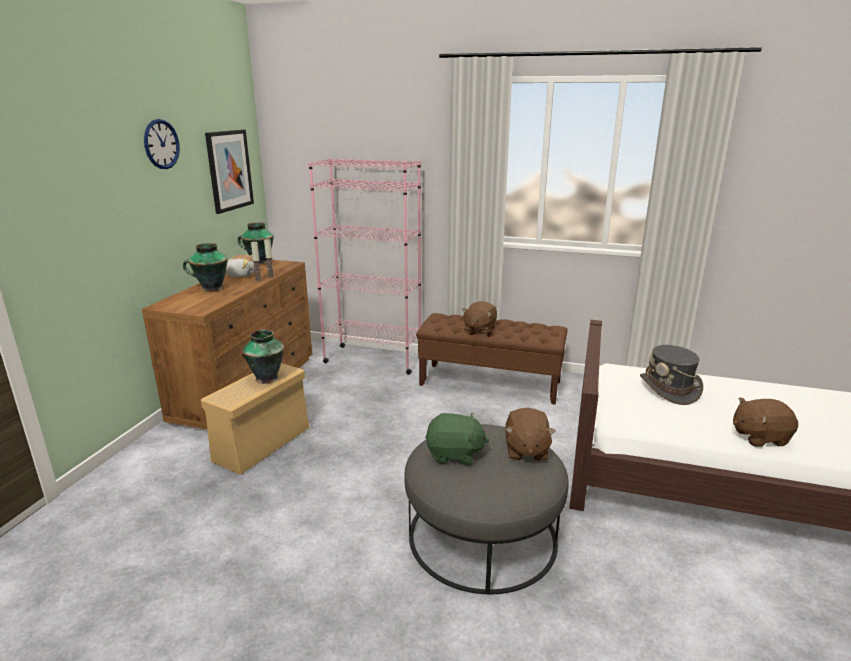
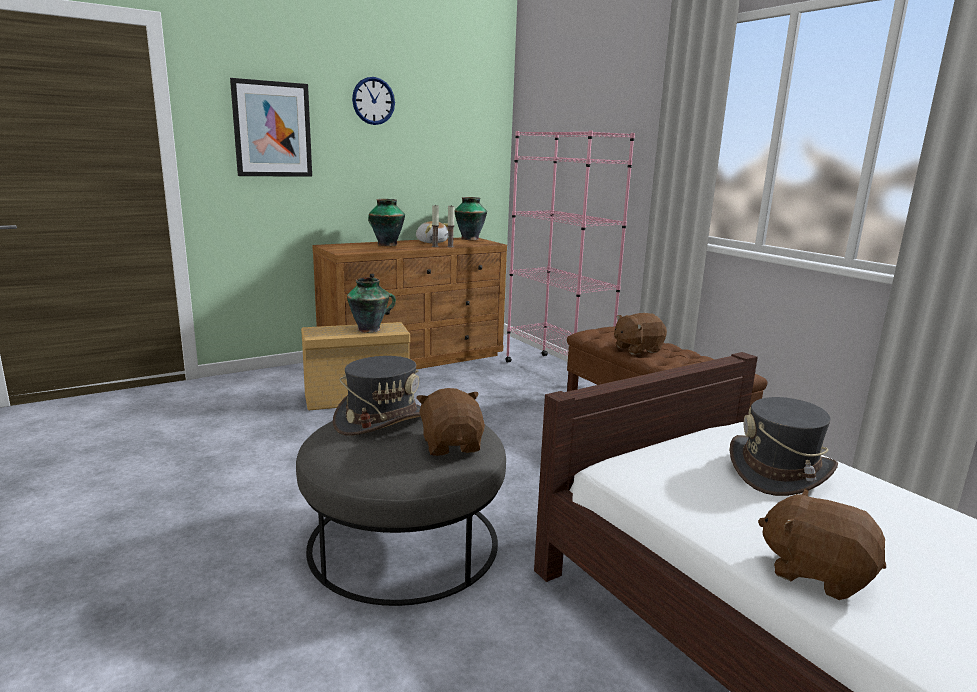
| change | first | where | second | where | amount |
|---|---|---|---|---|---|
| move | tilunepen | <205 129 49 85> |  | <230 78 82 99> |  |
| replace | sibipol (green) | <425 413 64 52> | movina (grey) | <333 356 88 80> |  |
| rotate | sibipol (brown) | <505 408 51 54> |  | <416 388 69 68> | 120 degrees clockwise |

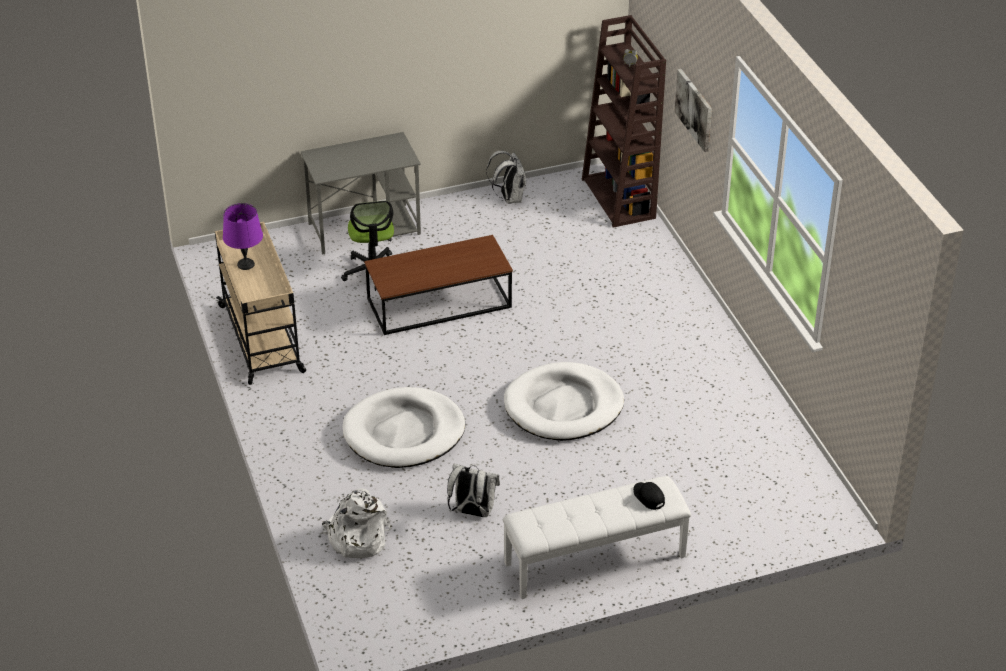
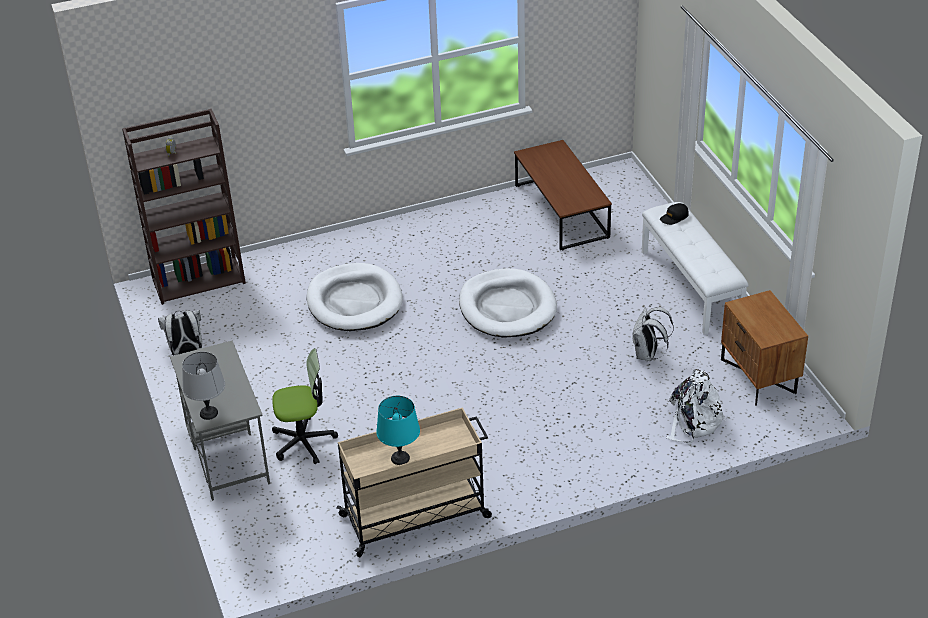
| change | first | where | second | where | amount |
|---|---|---|---|---|---|
| recolor | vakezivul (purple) | <223 203 40 67> | vakezivul (turquoise) | <376 396 44 69> |  |
| move | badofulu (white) | <343 387 122 81> |  | <307 263 96 68> |  |
| move | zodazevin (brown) | <364 235 149 100> |  | <514 140 98 110> |  |
| delete | tilunepen | <674 69 38 83> |  |  |  |
| insert |  |  | vakezivul (grey) | <182 352 43 68> |  |
| insert |  |  | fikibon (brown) | <721 290 87 116> |  |

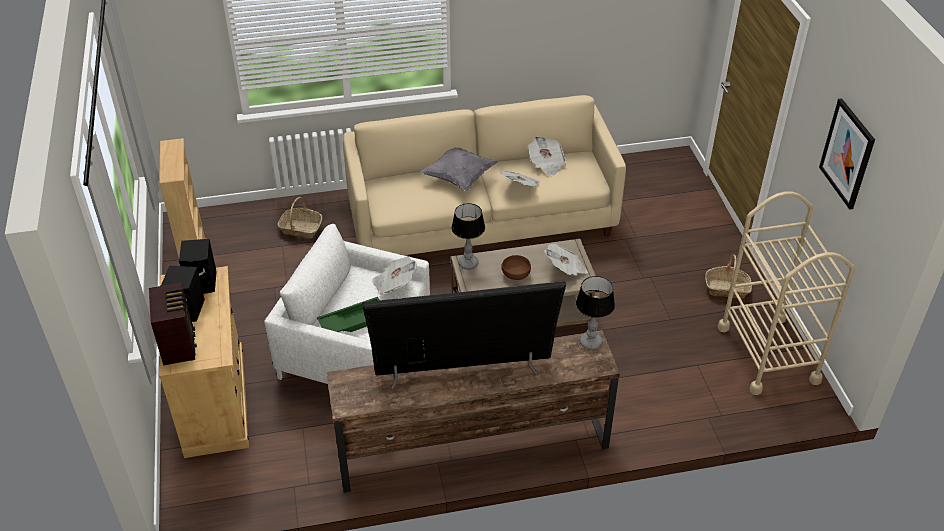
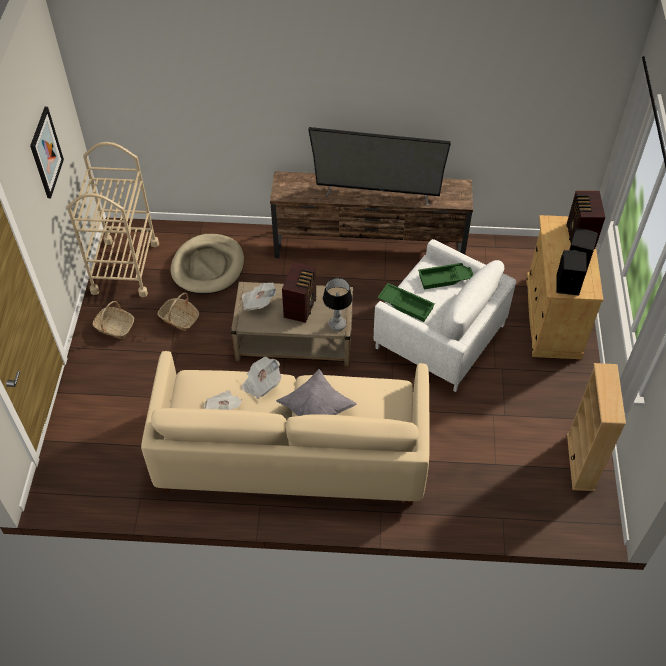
| change | first | where | second | where | amount |
|---|---|---|---|---|---|
| move | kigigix | <277 197 45 41> |  | <157 293 42 38> |  |
| replace | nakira | <372 256 45 39> | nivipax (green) | <377 283 58 39> |  |
| replace | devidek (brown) | <501 255 30 25> | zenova | <282 262 34 61> |  |
| delete | vakezivul | <576 276 39 74> |  |  |  |
| insert |  |  | badofulu (beige) | <171 234 73 60> |  |

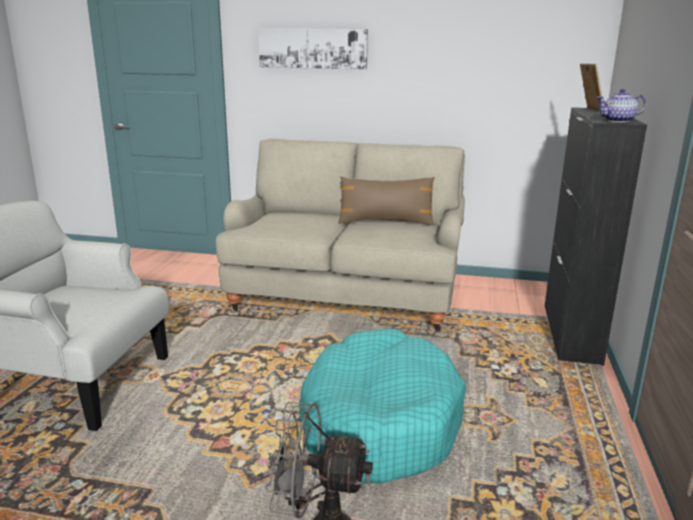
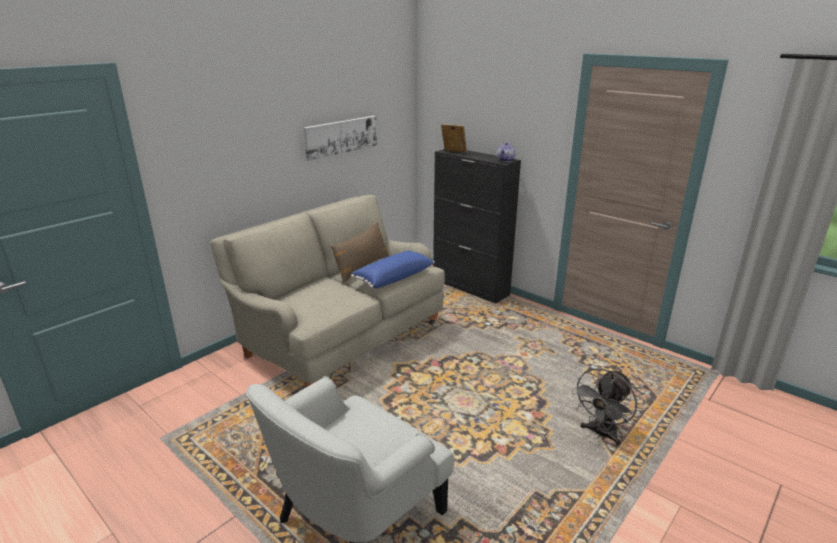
| change | first | where | second | where | amount |
|---|---|---|---|---|---|
| move | tilunepen | <258 29 110 40> |  | <303 116 74 45> |  |
| delete | badofulu (turquoise) | <299 328 167 156> |  |  |  |
| insert |  |  | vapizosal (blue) | <351 250 84 38> |  |

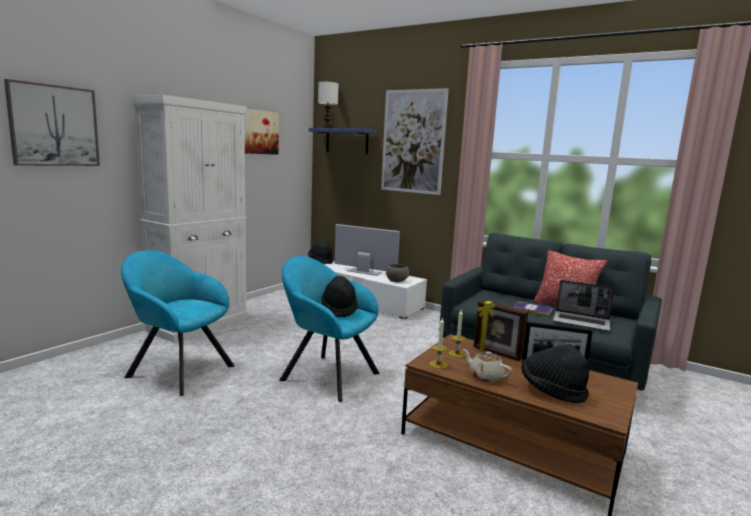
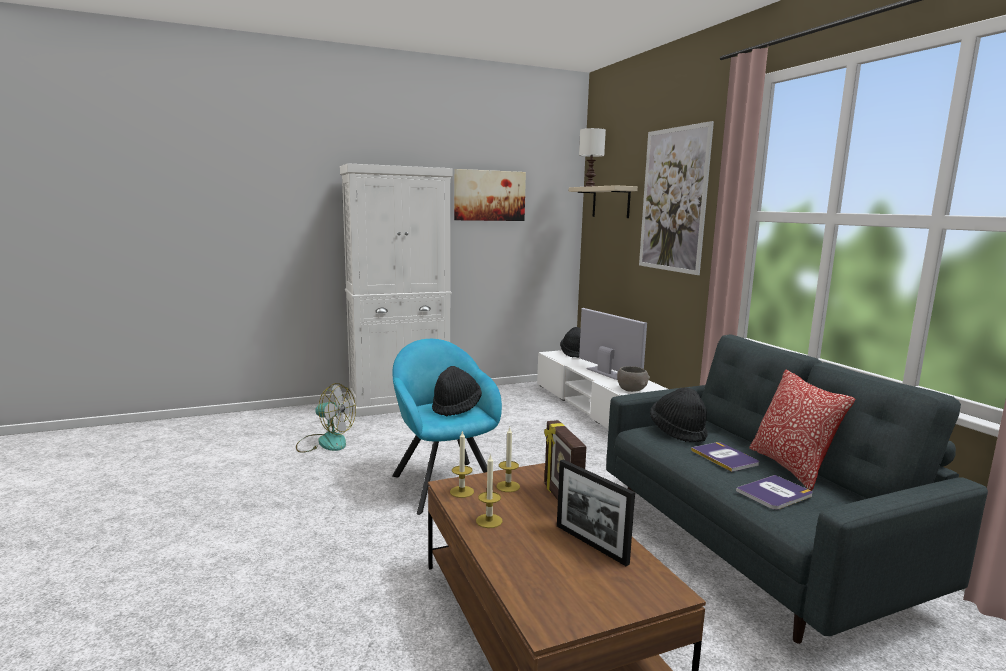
| change | first | where | second | where | amount |
|---|---|---|---|---|---|
| delete | tilunepen | <4 79 96 87> |  |  |  |
| replace | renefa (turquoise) | <121 250 114 146> | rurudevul | <296 383 60 70> |  |
| recolor | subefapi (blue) | <309 128 67 26> | subefapi (beige) | <569 185 69 33> |  |
| replace | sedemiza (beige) | <463 349 49 33> | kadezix | <476 454 27 74> |  |
| move | movina (black) | <521 345 68 58> |  | <650 387 58 55> |  |
| replace | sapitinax | <553 280 62 51> | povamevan | <736 475 77 35> |  |

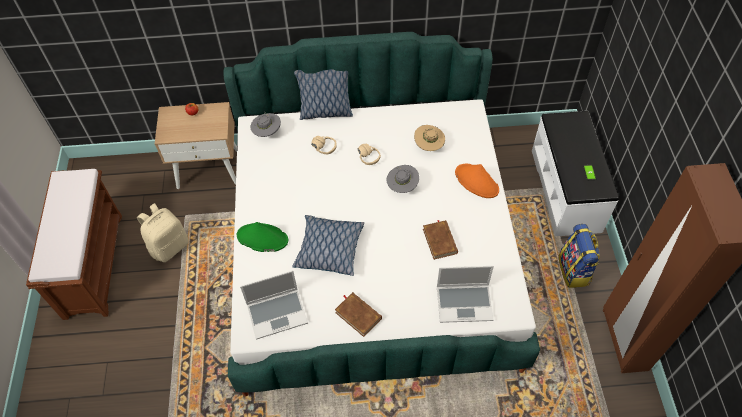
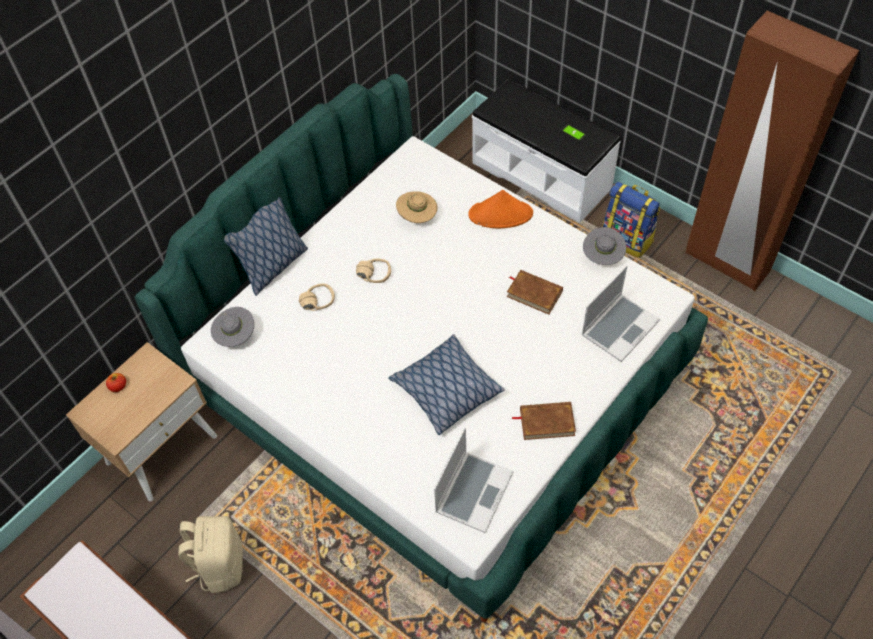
| change | first | where | second | where | amount |
|---|---|---|---|---|---|
| delete | movina (green) | <237 222 51 30> |  |  |  |
| move | movina (grey) | <387 165 32 28> |  | <583 227 43 38> |  |

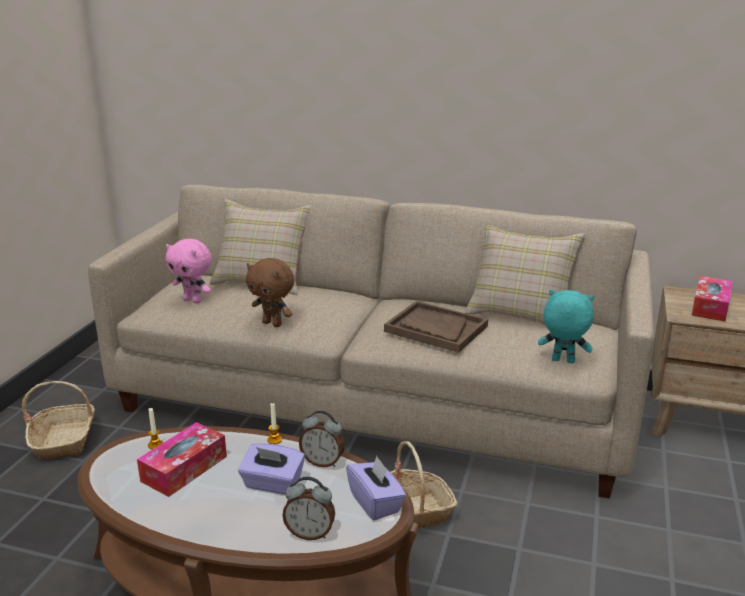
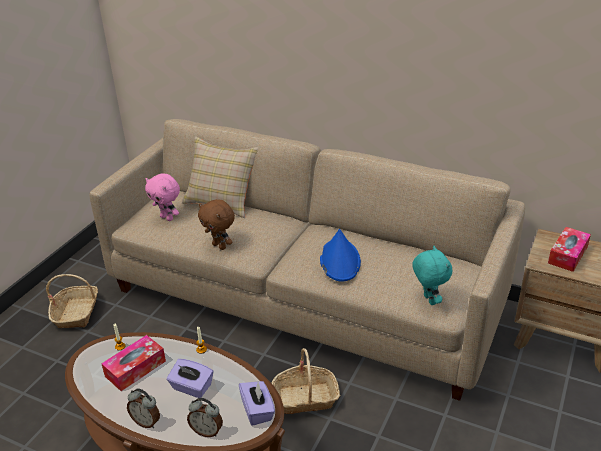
| change | first | where | second | where | amount |
|---|---|---|---|---|---|
| move | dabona | <299 410 46 57> |  | <127 388 33 40> |  |
| replace | nivipax (brown) | <384 301 104 52> | movina (blue) | <320 229 41 53> |  |
| delete | vapizosal (beige) | <465 225 120 101> |  |  |  |
| rotate | sibipol (turquoise) | <538 290 56 74> |  | <412 246 40 59> | 45 degrees clockwise |

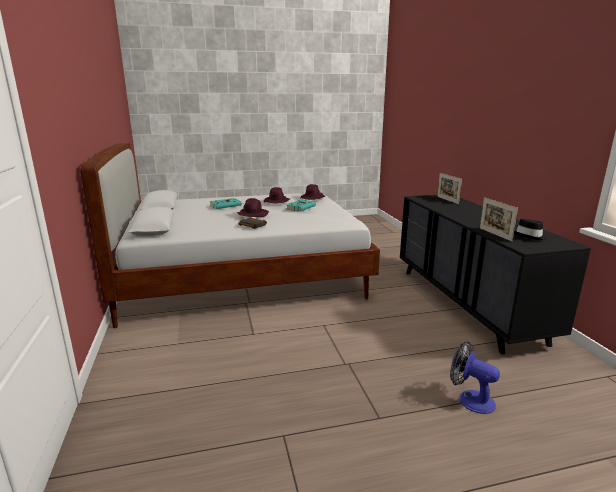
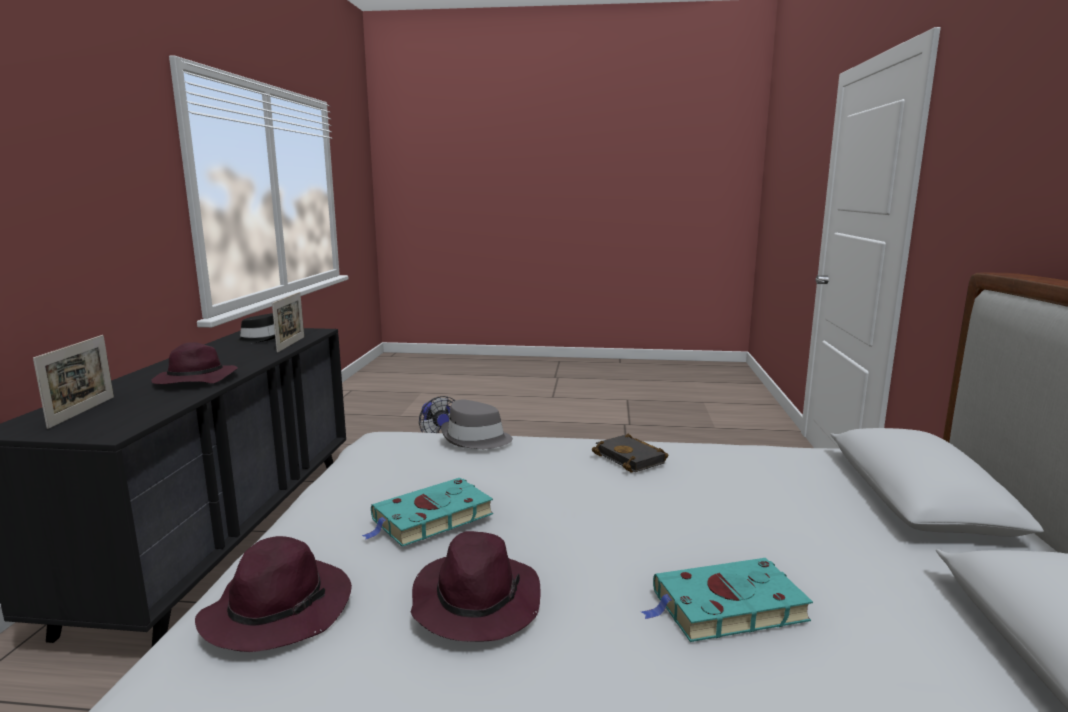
| change | first | where | second | where | amount |
|---|---|---|---|---|---|
| move | movina (purple) | <236 198 33 19> |  | <151 342 87 42> |  |
| insert |  |  | movina (grey) | <441 400 72 49> |  |

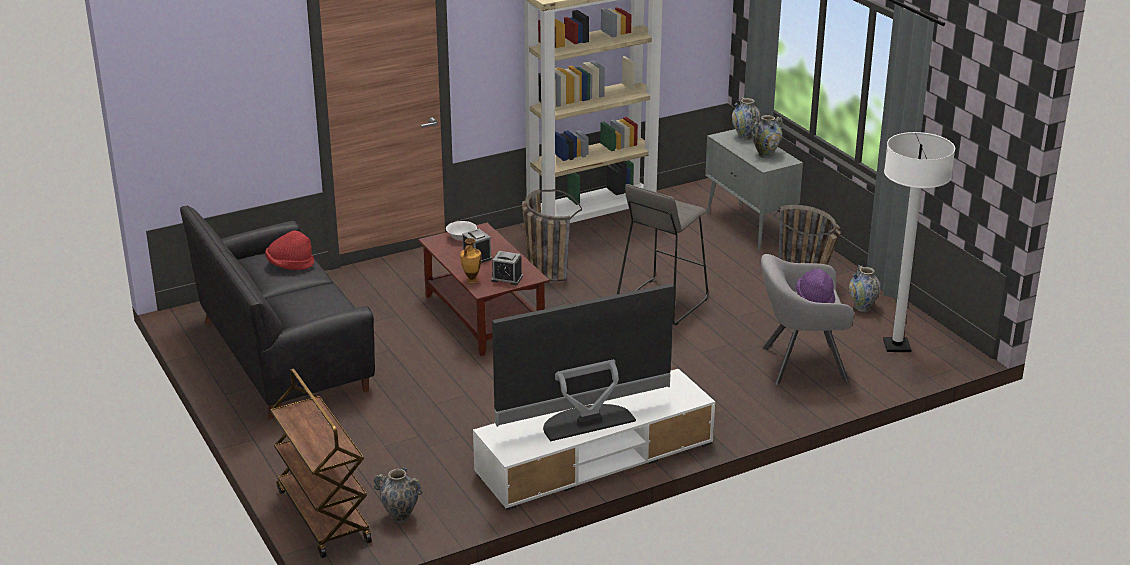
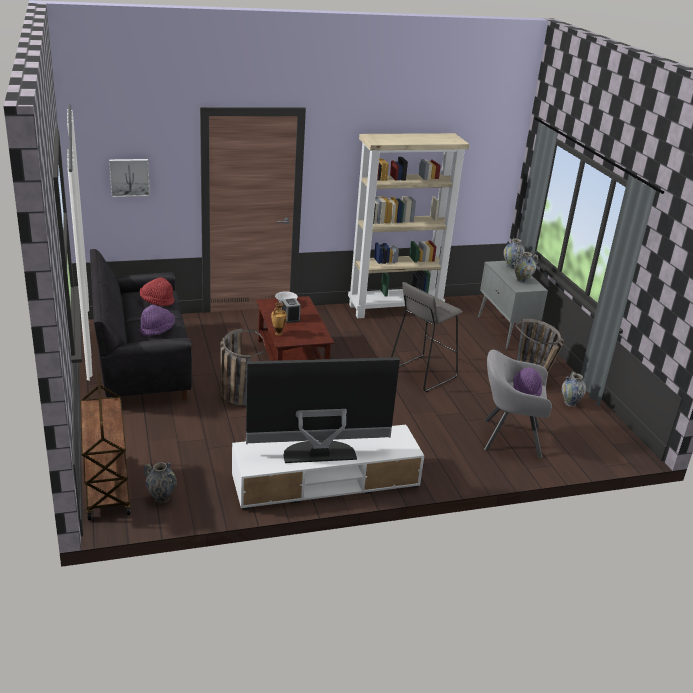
| change | first | where | second | where | amount |
|---|---|---|---|---|---|
| delete | dabona | <491 251 32 34> |  |  |  |
| move | kigigix | <522 189 60 92> |  | <220 329 45 77> |  |
| delete | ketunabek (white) | <883 132 72 220> |  |  |  |
| insert |  |  | tilunepen | <109 159 41 38> |  |
| insert |  |  | movina (purple) | <140 305 35 31> |  |

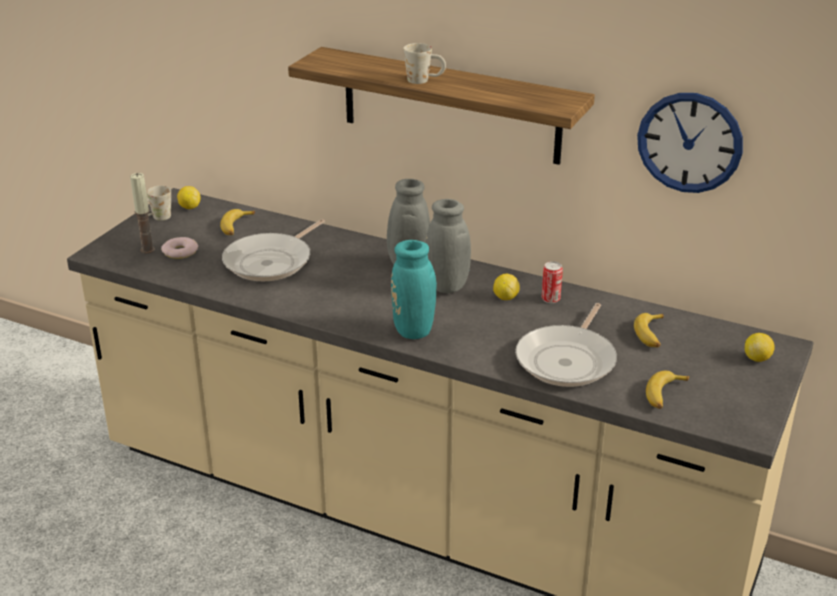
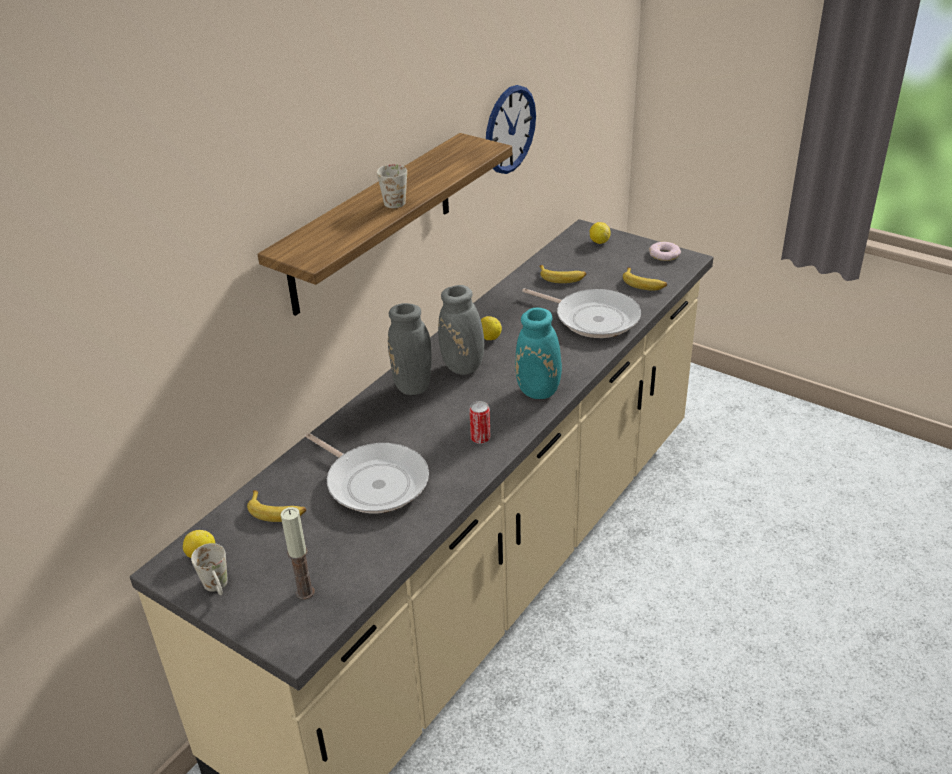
| change | first | where | second | where | amount |
|---|---|---|---|---|---|
| move | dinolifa | <161 237 37 22> |  | <649 242 32 19> |  |
| move | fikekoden | <542 261 21 42> |  | <469 401 22 43> |  |

